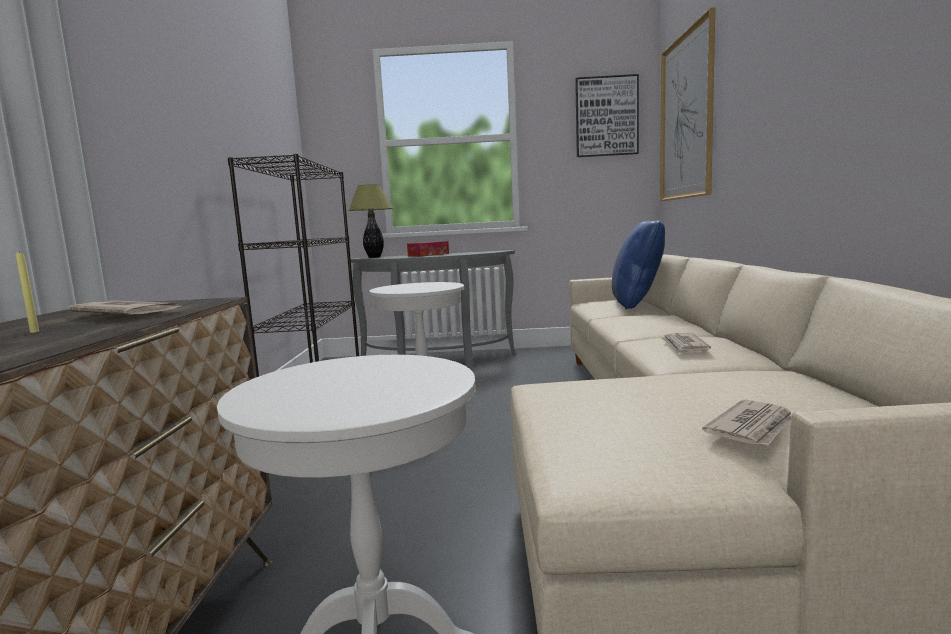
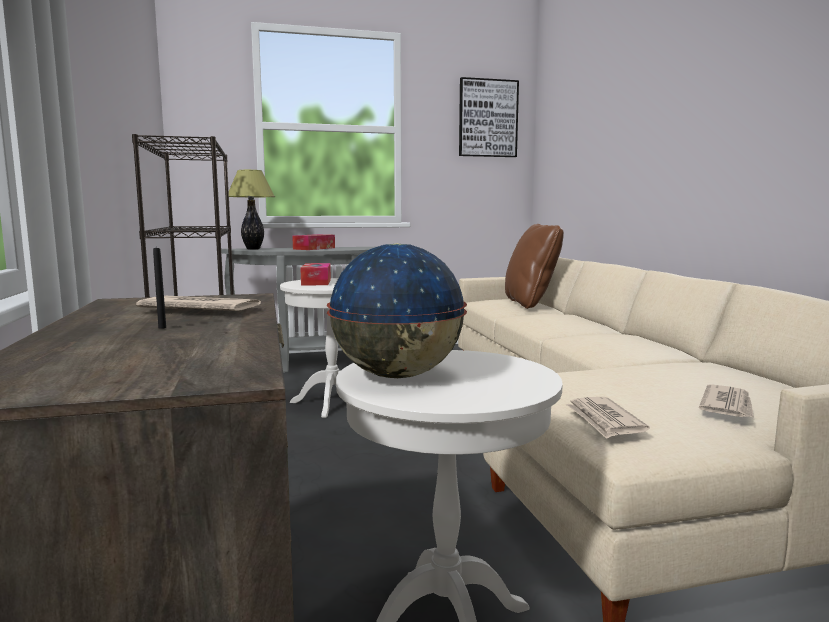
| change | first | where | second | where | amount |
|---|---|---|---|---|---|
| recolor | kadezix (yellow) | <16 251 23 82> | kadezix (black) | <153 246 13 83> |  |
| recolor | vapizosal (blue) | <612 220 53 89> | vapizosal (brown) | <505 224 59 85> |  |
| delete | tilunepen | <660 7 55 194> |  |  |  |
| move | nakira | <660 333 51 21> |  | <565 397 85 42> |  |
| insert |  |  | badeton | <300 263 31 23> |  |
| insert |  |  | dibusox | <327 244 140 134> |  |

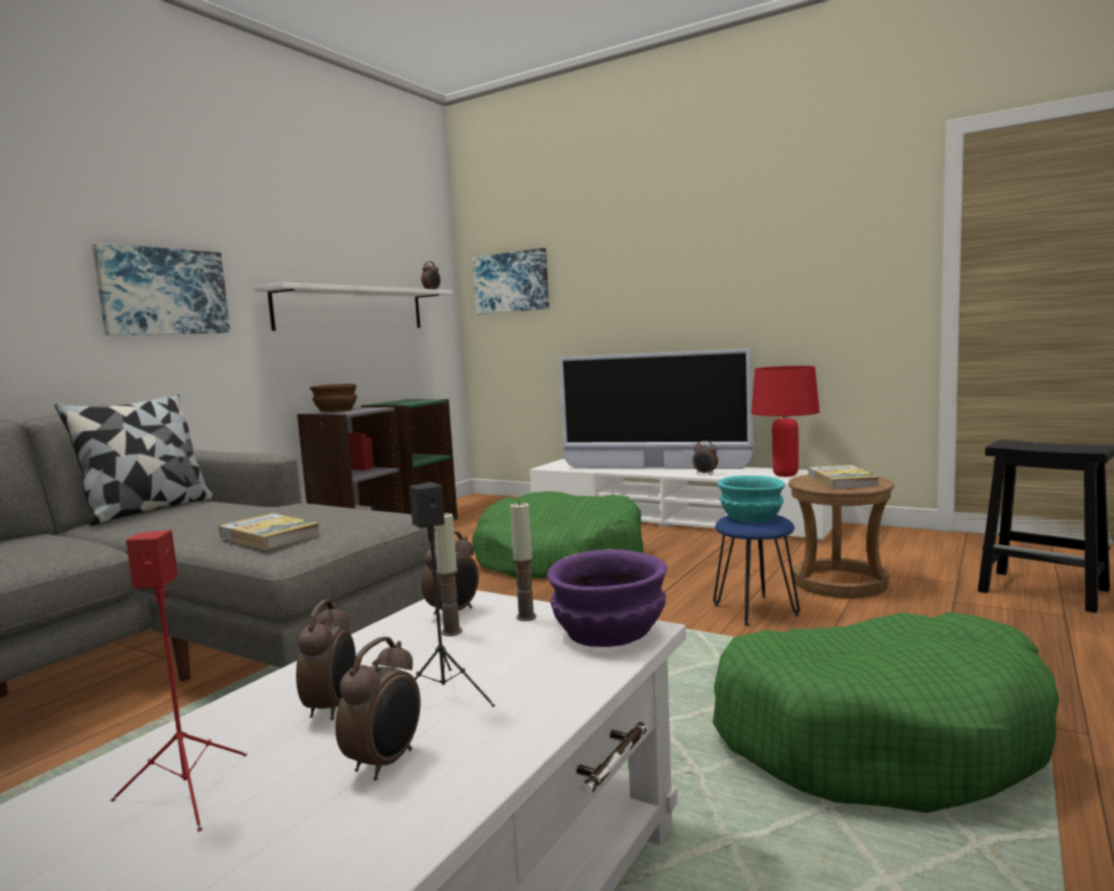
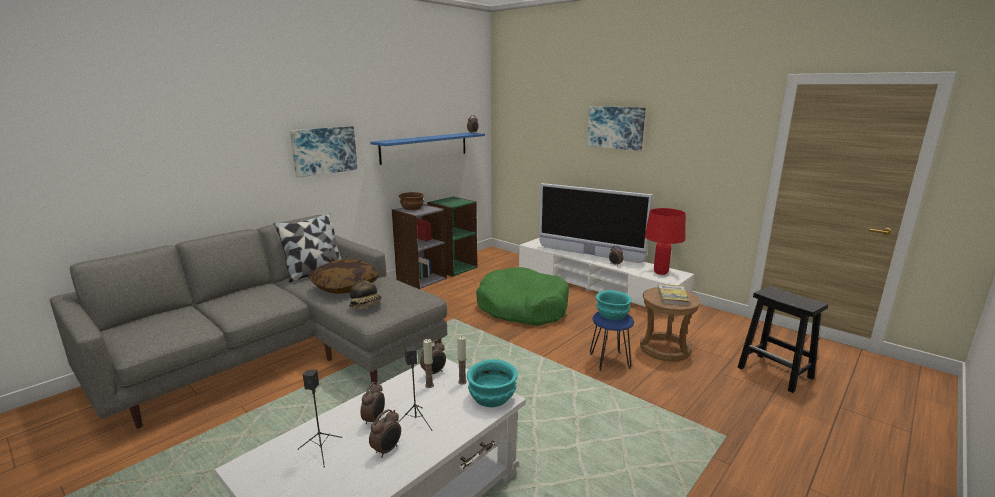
| change | first | where | second | where | amount |
|---|---|---|---|---|---|
| recolor | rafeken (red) | <111 530 136 301> | rafeken (black) | <298 370 44 97> |  |
| replace | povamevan | <218 513 102 37> | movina | <349 277 33 32> |  |
| recolor | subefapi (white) | <253 282 200 49> | subefapi (blue) | <370 132 115 33> |  |
| move | tilunepen | <472 248 77 66> |  | <587 106 59 45> |  |
| recolor | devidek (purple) | <547 549 120 98> | devidek (turquoise) | <467 359 51 48> |  |
| delete | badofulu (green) | <713 612 346 201> |  |  |  |
| insert |  |  | vapizosal | <308 259 72 35> |  |

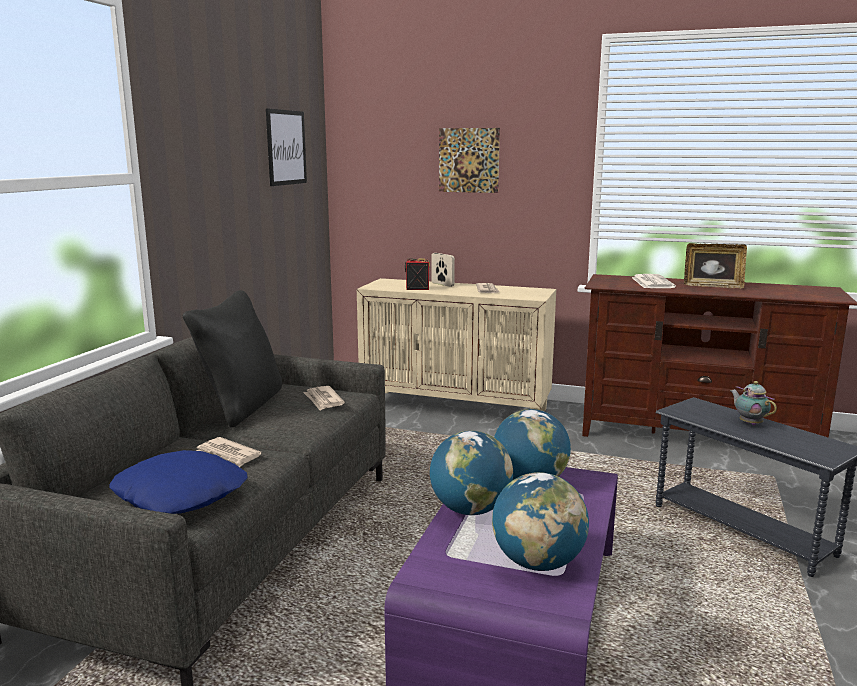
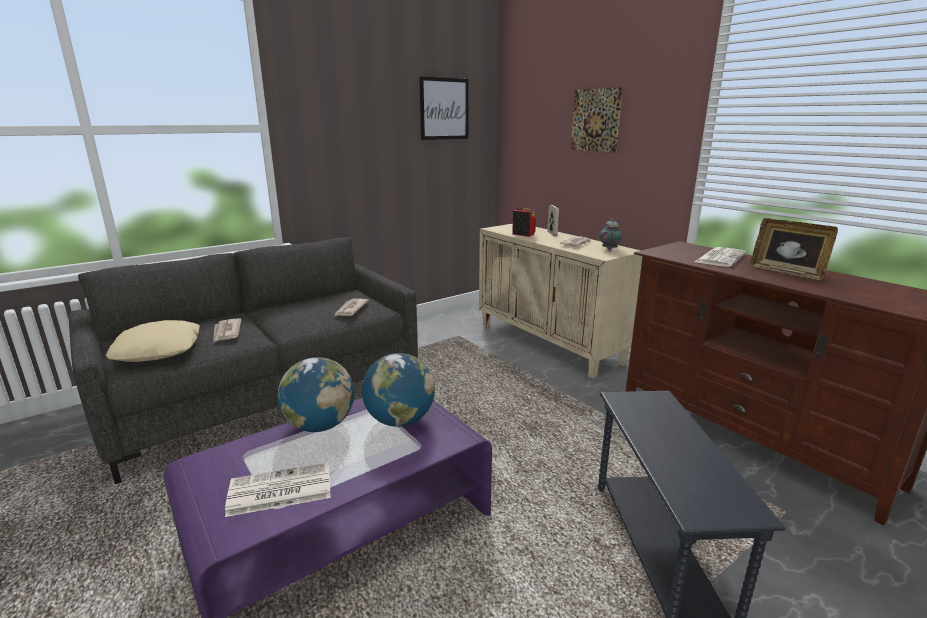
| change | first | where | second | where | amount |
|---|---|---|---|---|---|
| recolor | vapizosal (blue) | <110 450 138 64> | vapizosal (beige) | <106 320 94 42> |  |
| delete | vapizosal (black) | <183 290 99 138> |  |  |  |
| replace | dibusox | <492 472 97 99> | nakira | <225 462 106 55> |  |
| move | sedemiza | <730 381 47 44> |  | <599 219 23 31> |  |

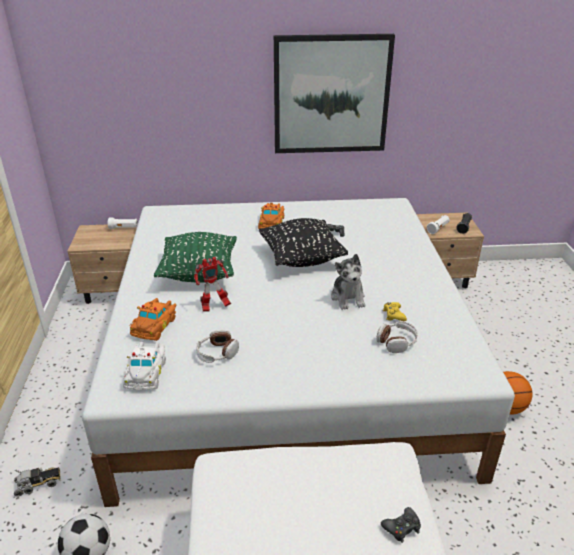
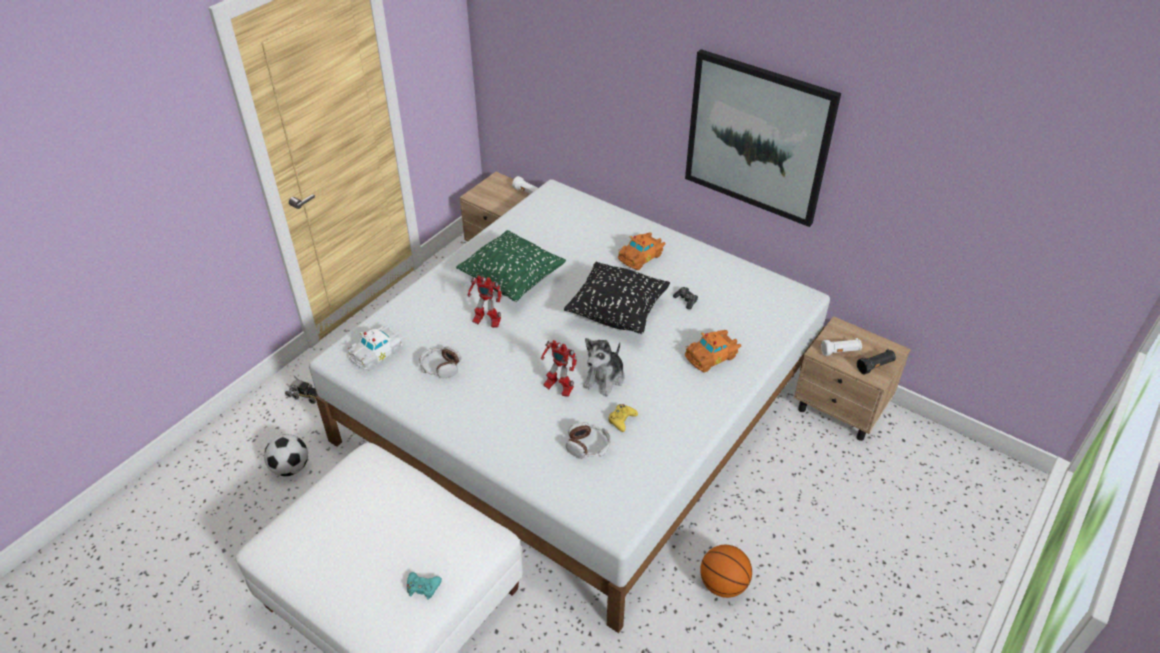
| change | first | where | second | where | amount |
|---|---|---|---|---|---|
| move | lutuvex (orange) | <129 298 47 43> |  | <685 330 56 42> |  |
| recolor | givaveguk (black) | <381 507 40 36> | givaveguk (turquoise) | <407 572 35 28> |  |
| insert |  |  | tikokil | <541 340 36 57> |  |

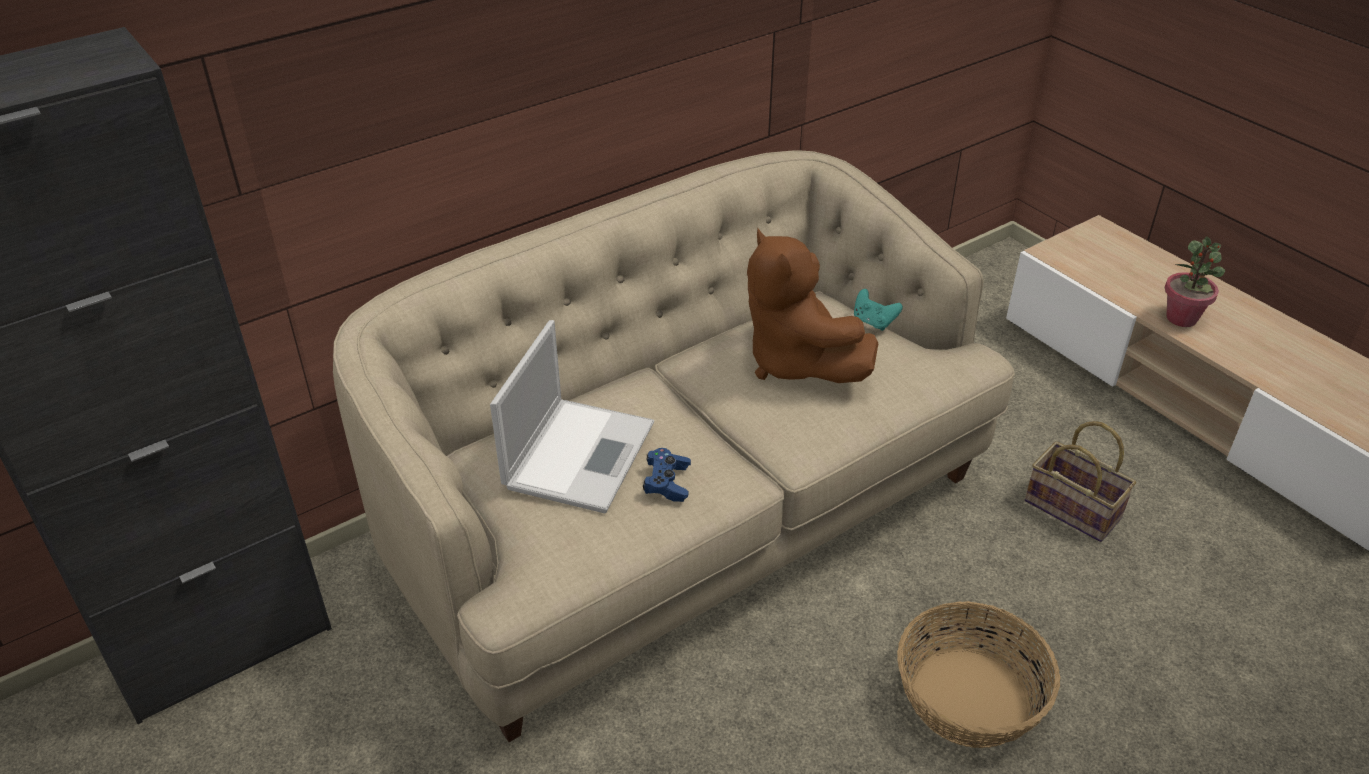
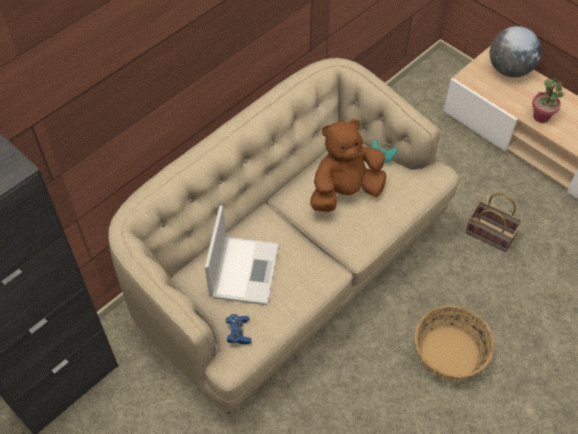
| change | first | where | second | where | amount |
|---|---|---|---|---|---|
| move | givaveguk (blue) | <643 448 48 54> |  | <225 314 27 30> |  |
| rotate | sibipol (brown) | <747 229 132 154> |  | <310 119 76 93> | 105 degrees clockwise |
| insert |  |  | dibusox | <490 26 52 51> |  |

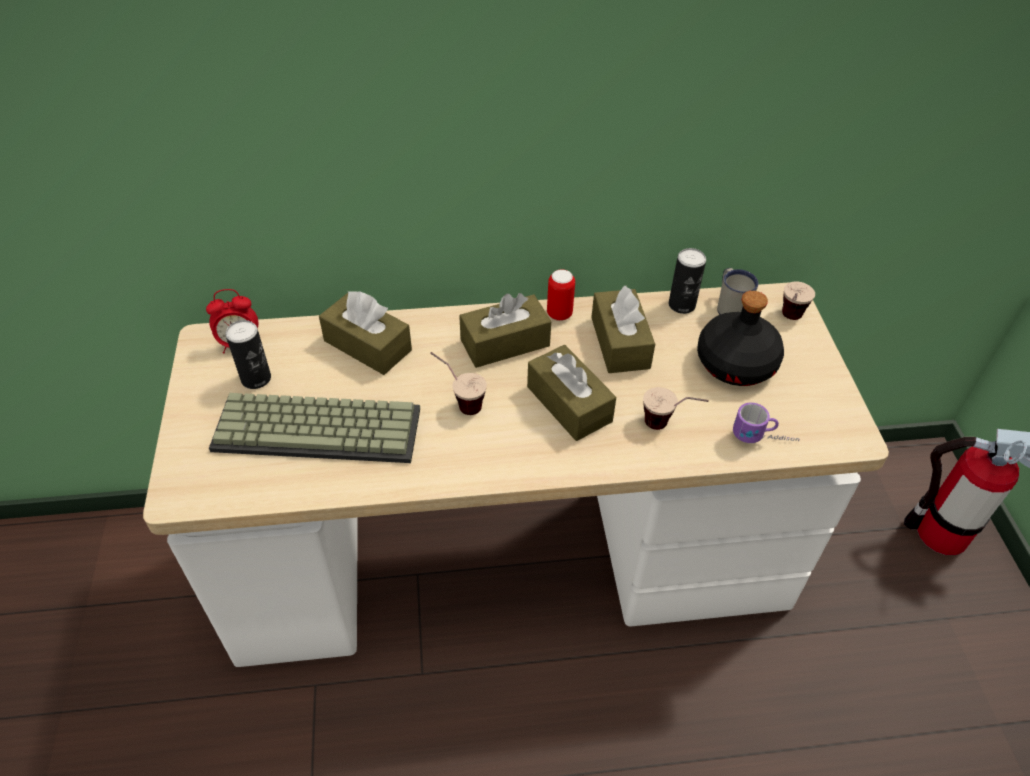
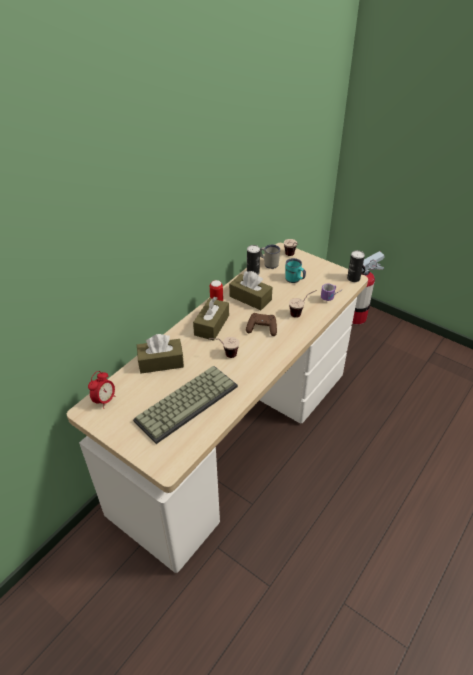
| change | first | where | second | where | amount |
|---|---|---|---|---|---|
| move | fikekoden | <225 320 46 69> |  | <347 250 18 32> |  |
| replace | badeton (brown) | <527 345 89 96> | givaveguk (brown) | <246 313 31 23> |  |
| replace | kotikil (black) | <697 291 87 95> | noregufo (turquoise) | <285 258 21 25> |  |

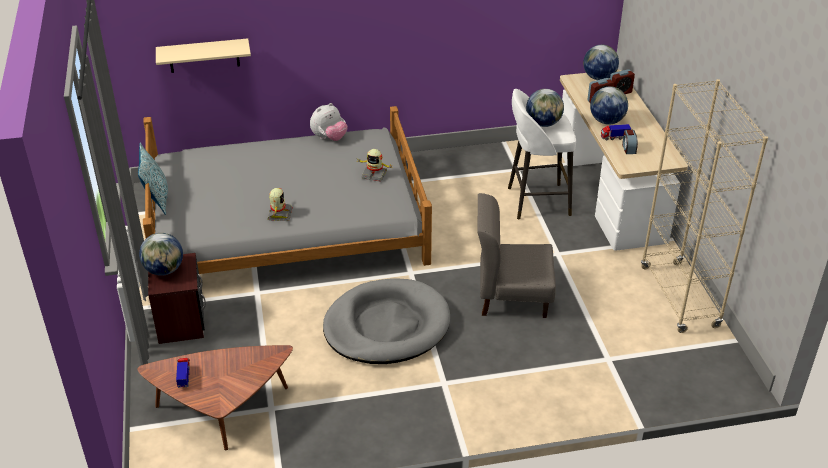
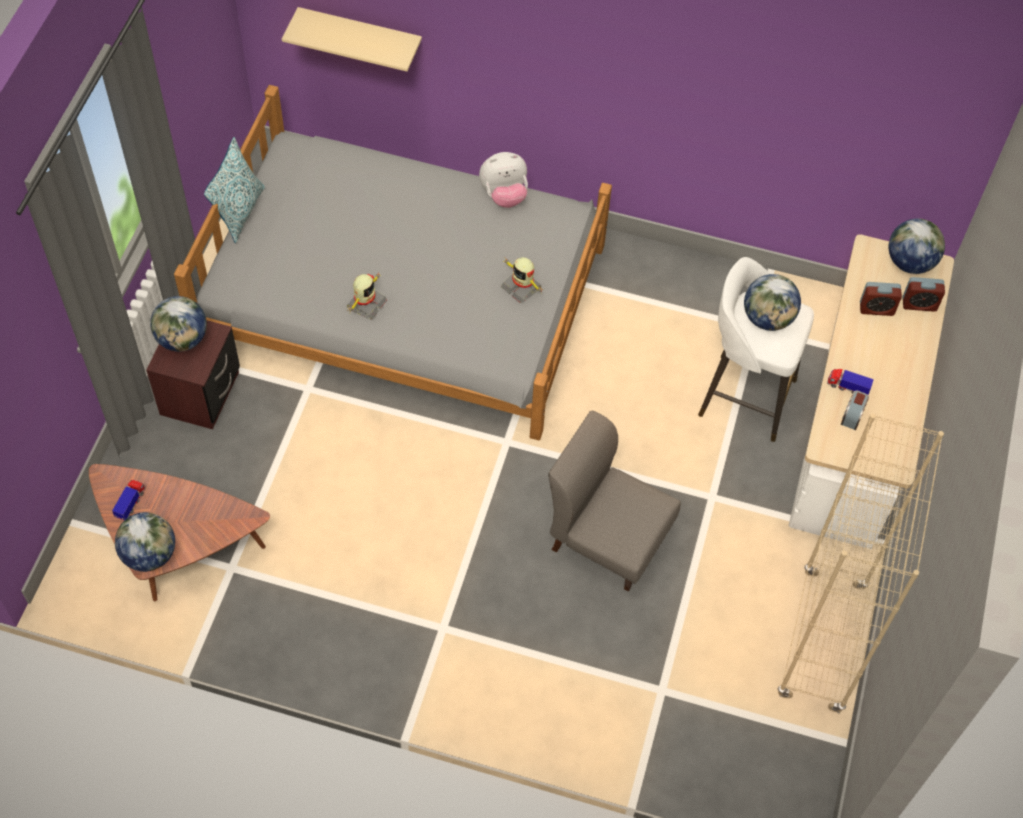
| change | first | where | second | where | amount |
|---|---|---|---|---|---|
| delete | badofulu (grey) | <323 278 127 86> |  |  |  |
| move | dibusox | <590 86 38 39> |  | <115 512 60 60> |  |

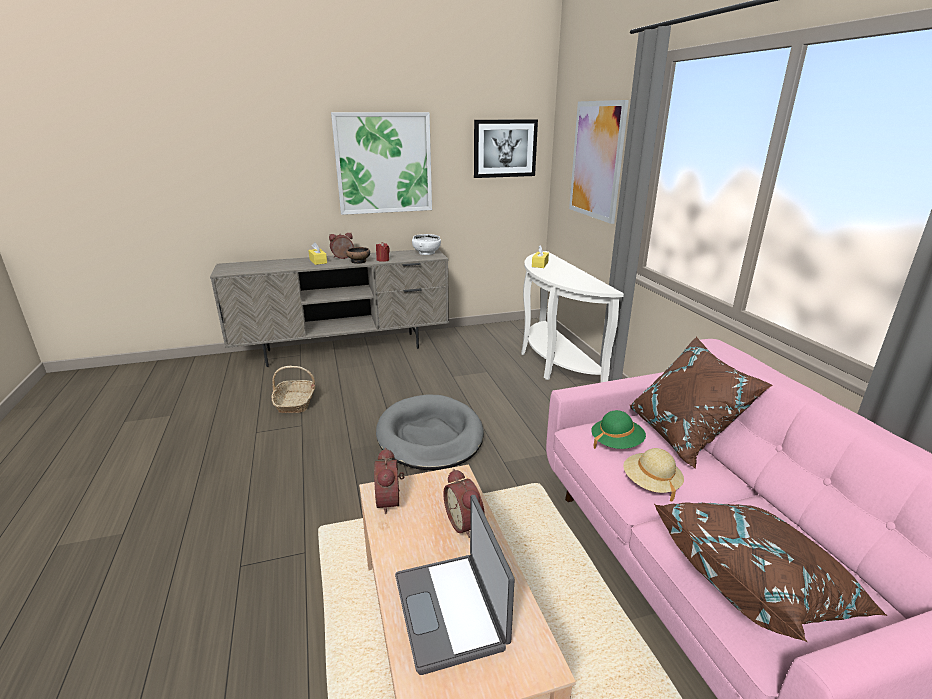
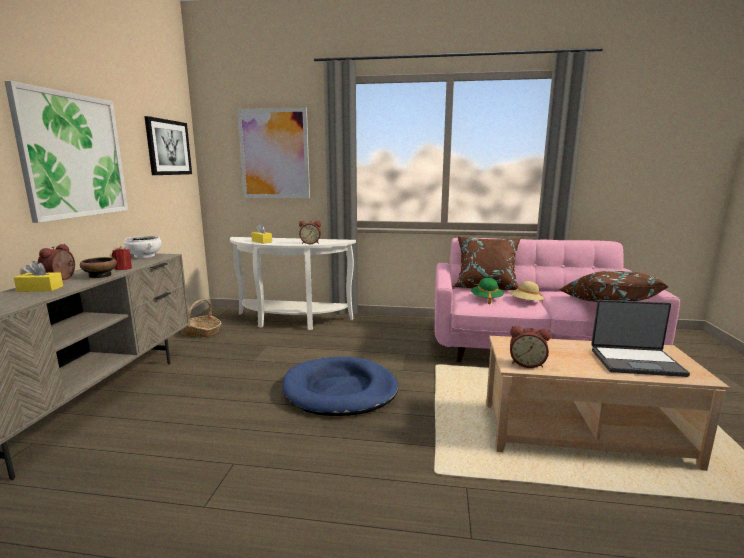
| change | first | where | second | where | amount |
|---|---|---|---|---|---|
| move | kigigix | <271 366 44 47> |  | <181 299 40 39> |  |
| recolor | badofulu (grey) | <376 394 108 76> | badofulu (blue) | <282 357 116 59> |  |
| move | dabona | <443 469 42 69> |  | <299 221 22 23> |  |

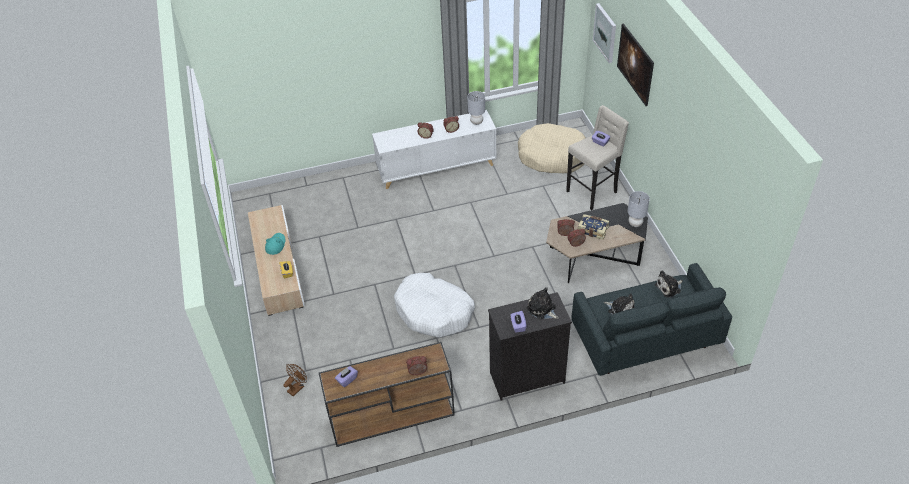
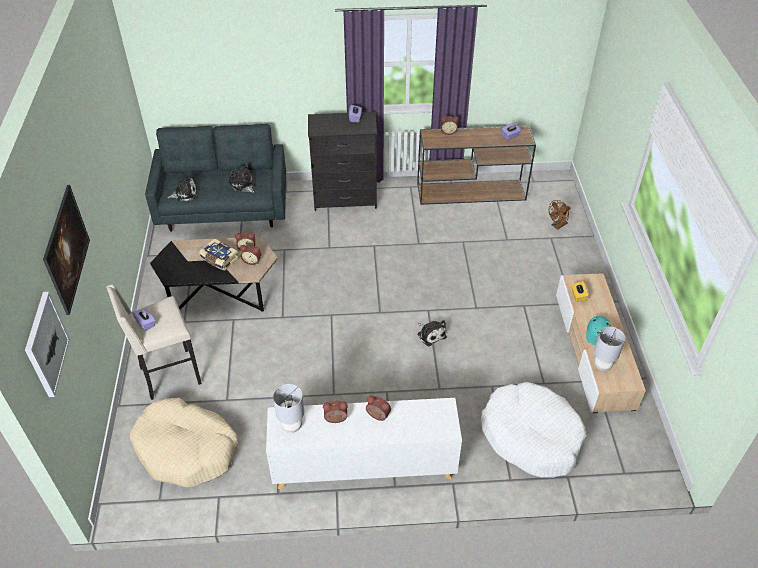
| change | first | where | second | where | amount |
|---|---|---|---|---|---|
| move | badofulu (white) | <394 273 81 65> |  | <481 382 106 96> |  |
| move | sibipol | <527 287 32 32> |  | <418 320 29 27> |  |
| move | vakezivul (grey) | <628 191 22 36> |  | <594 327 31 44> |  |

